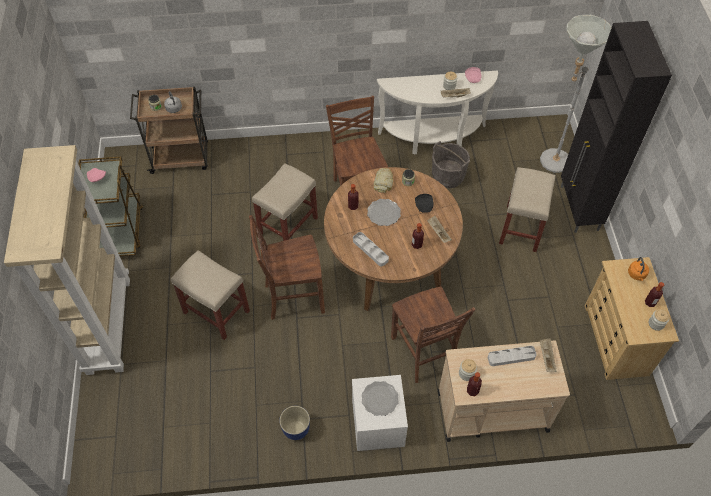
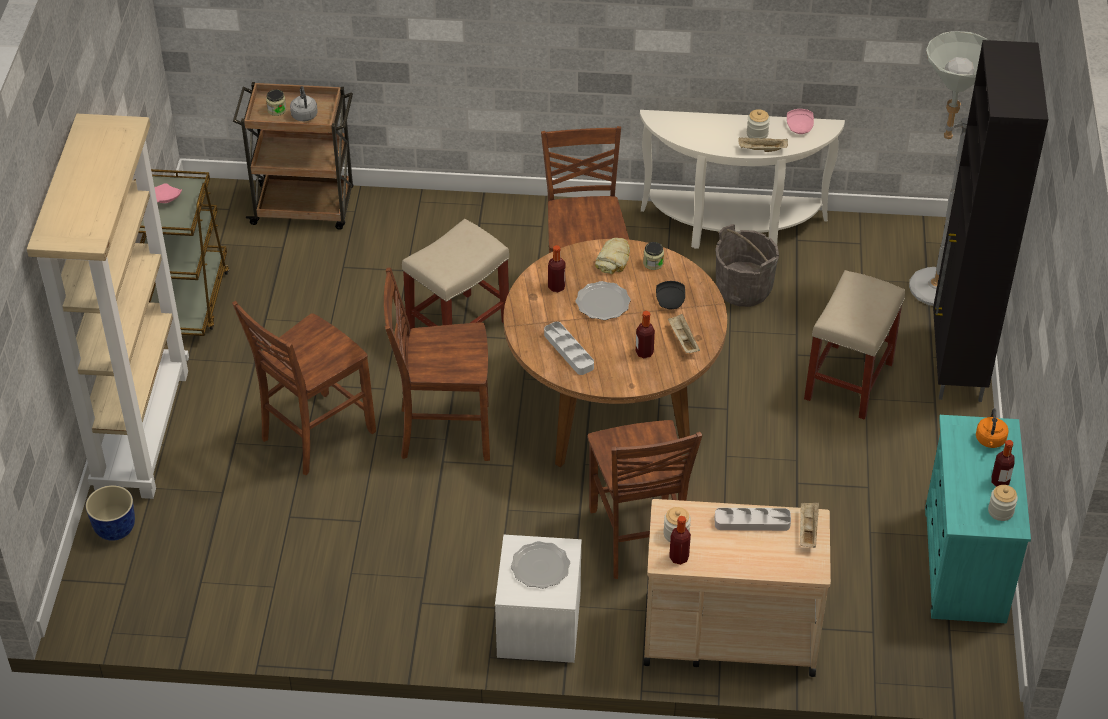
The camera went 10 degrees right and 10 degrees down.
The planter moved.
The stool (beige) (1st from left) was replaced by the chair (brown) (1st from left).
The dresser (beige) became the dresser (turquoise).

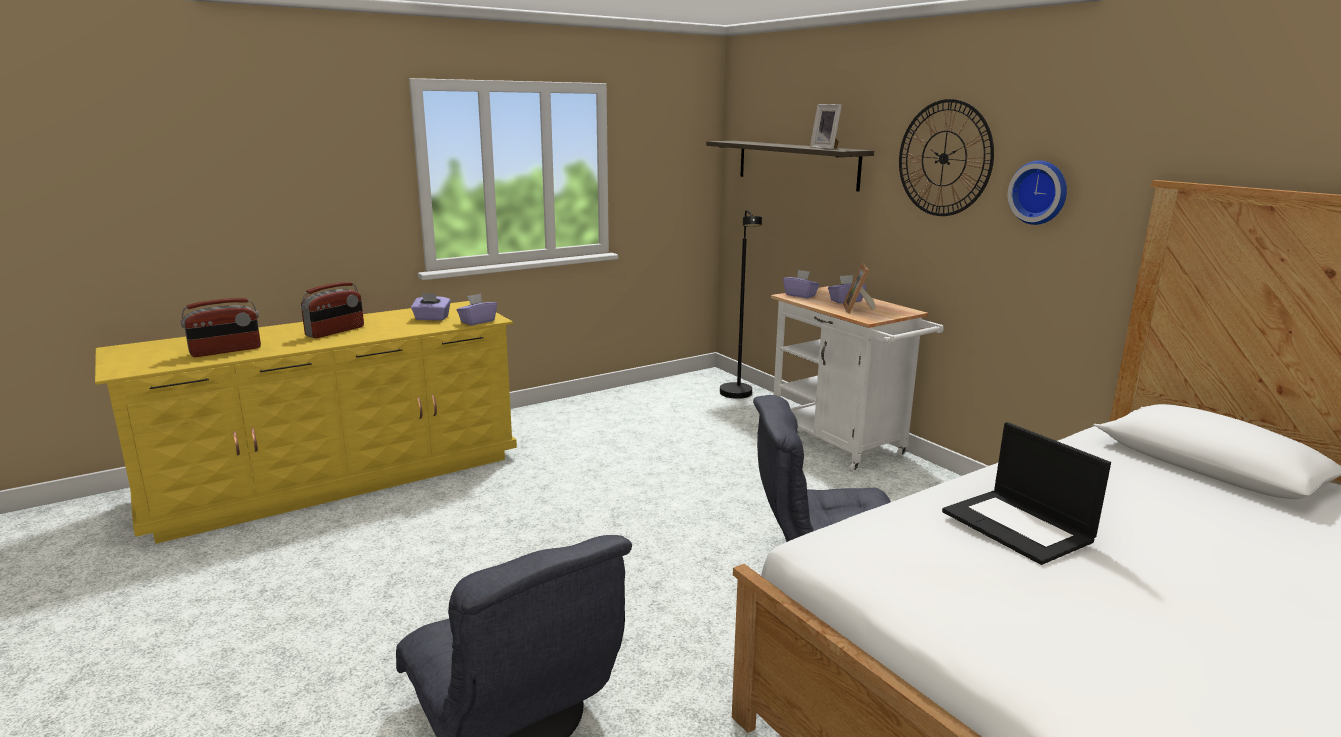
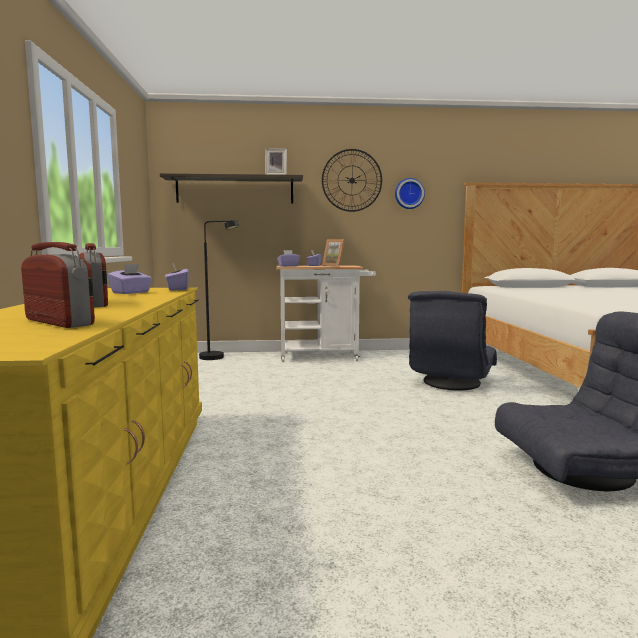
The camera went 60 degrees left and 10 degrees down.
The laptop disappeared.
The radio (1st from left) turned 45 degrees counterclockwise.

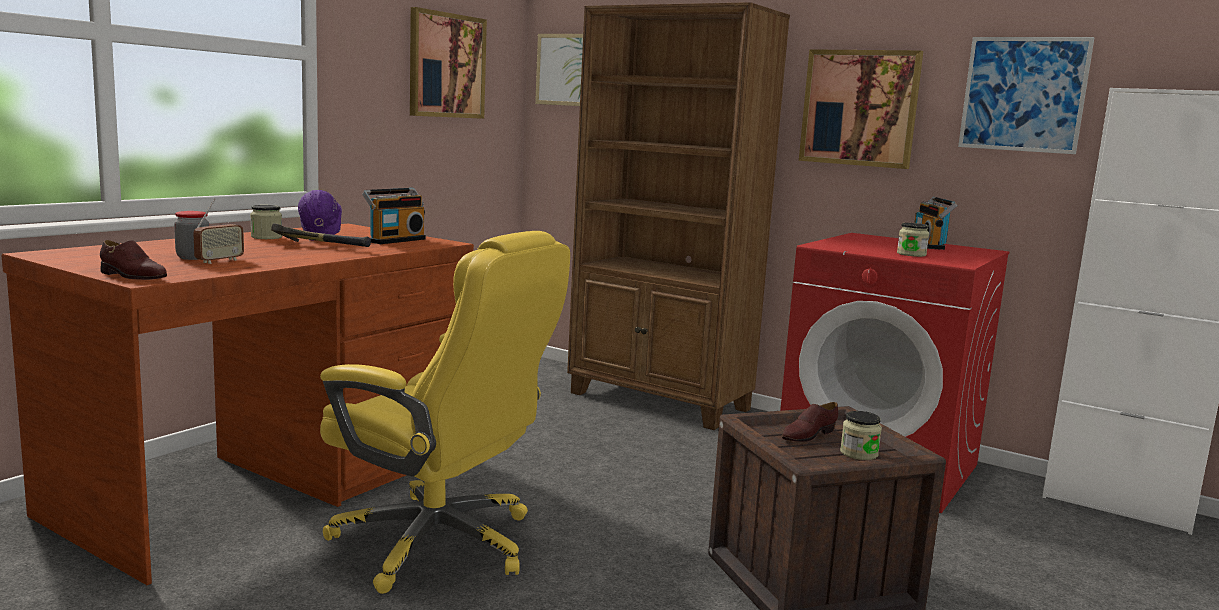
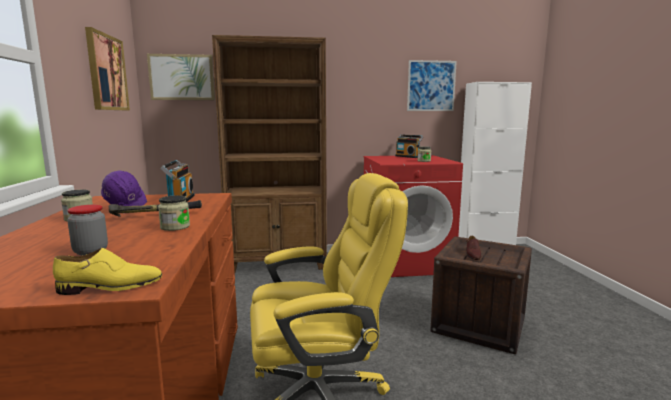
The camera went 40 degrees left and 0 degrees up.
The radio (1st from left) disappeared.
The picture (3rd from left) disappeared.
The jar (3rd from left) moved.
The shoe (brown) (1st from left) became the shoe (yellow).

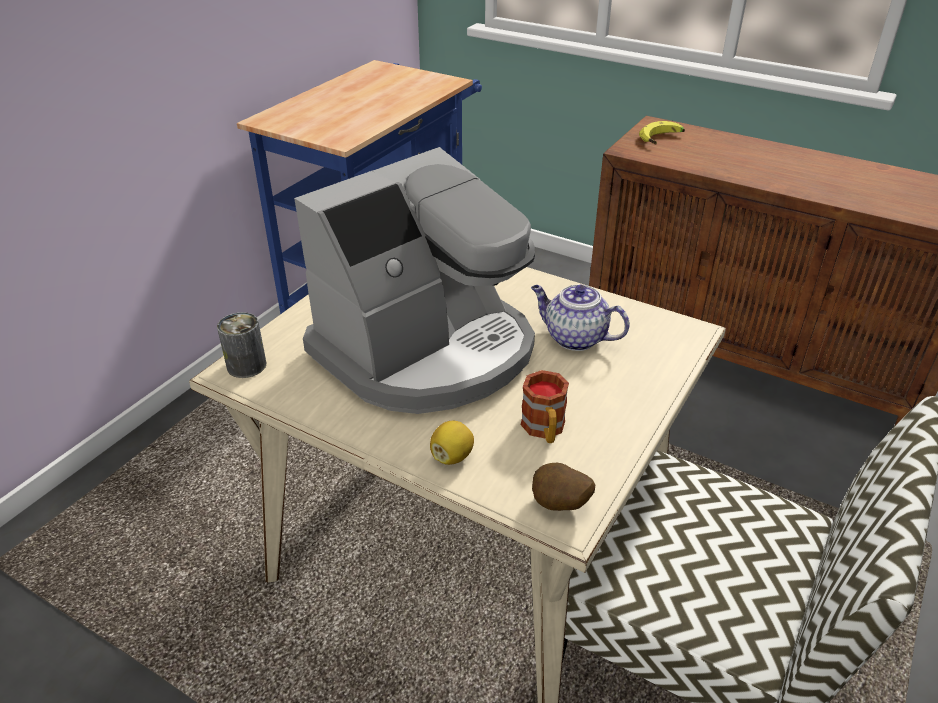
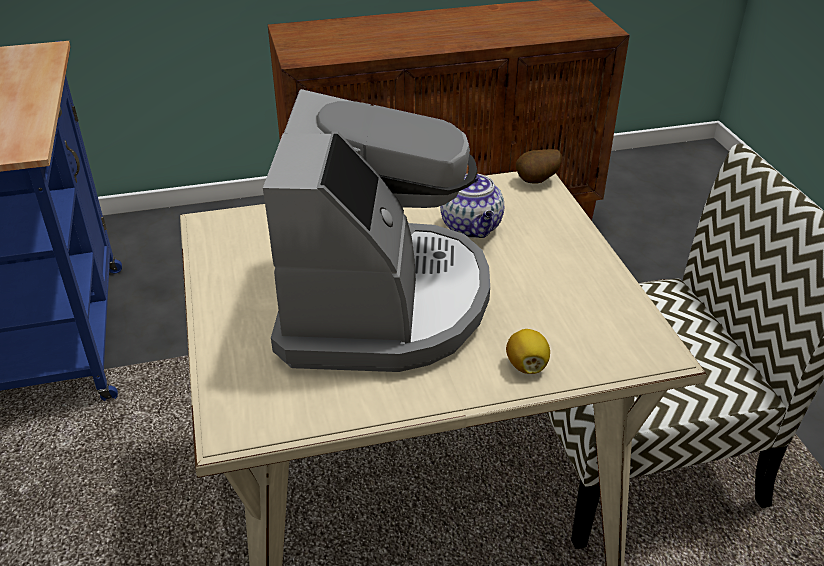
The camera went 45 degrees left and 0 degrees up.
The can disappeared.
The mug disappeared.
The banana disappeared.
The potato moved.
The teapot turned 90 degrees counterclockwise.

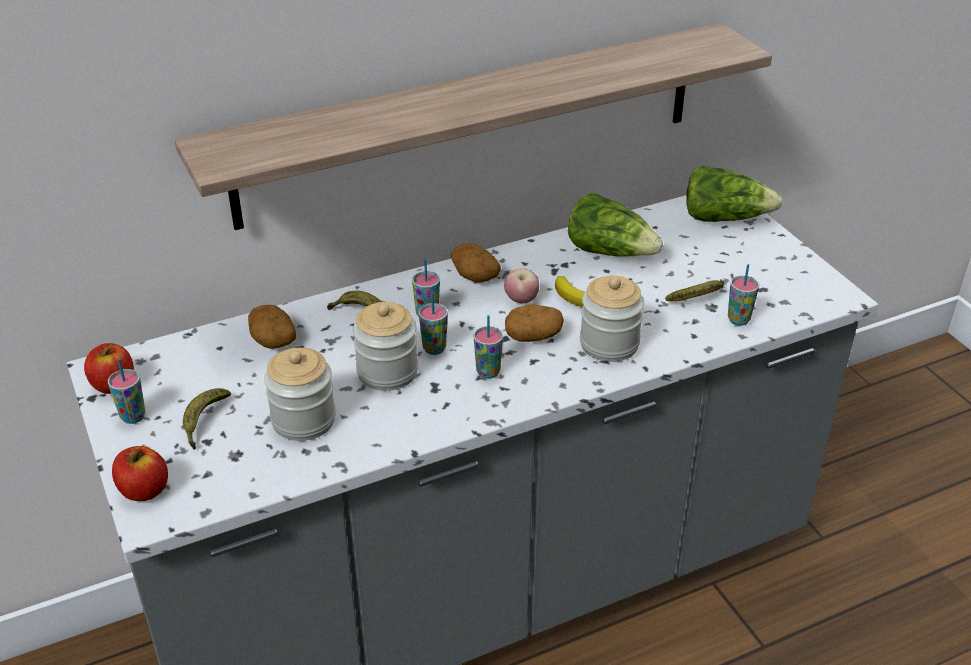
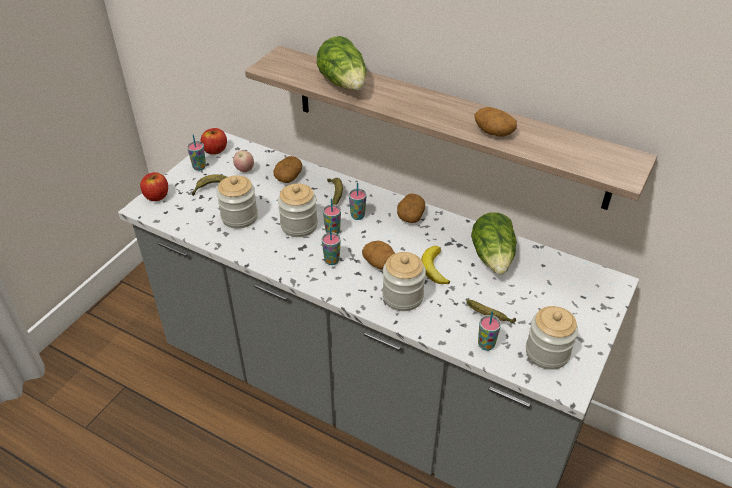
The camera went 55 degrees right and 5 degrees up.
The potato (4th from left) appeared.
The jar (4th from left) appeared.
The apple (3rd from left) moved.
The lettuce (2nd from left in the first image) moved.

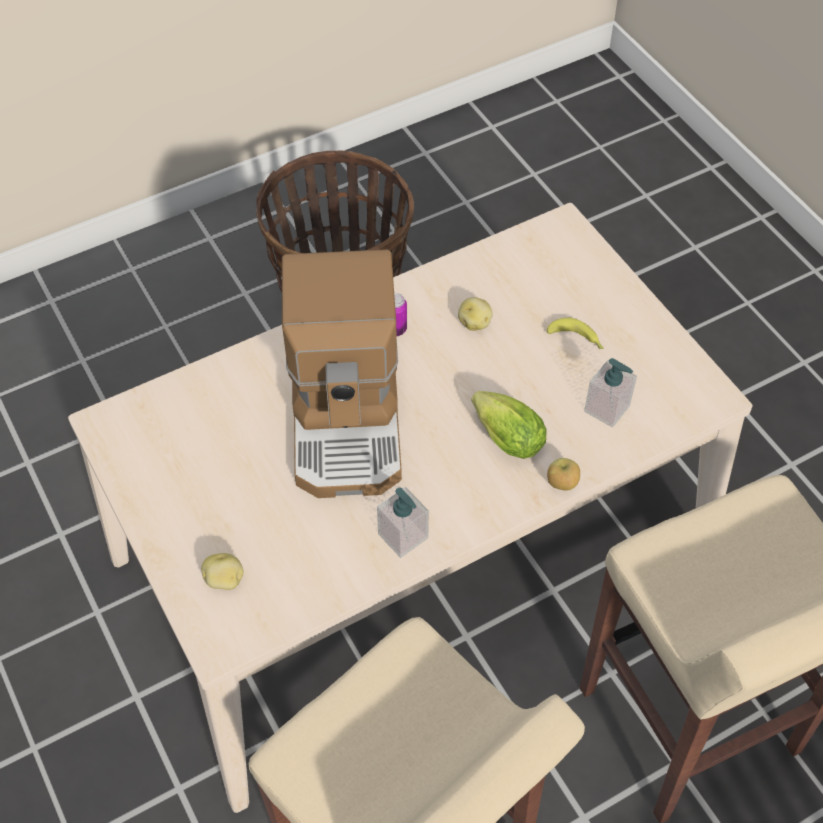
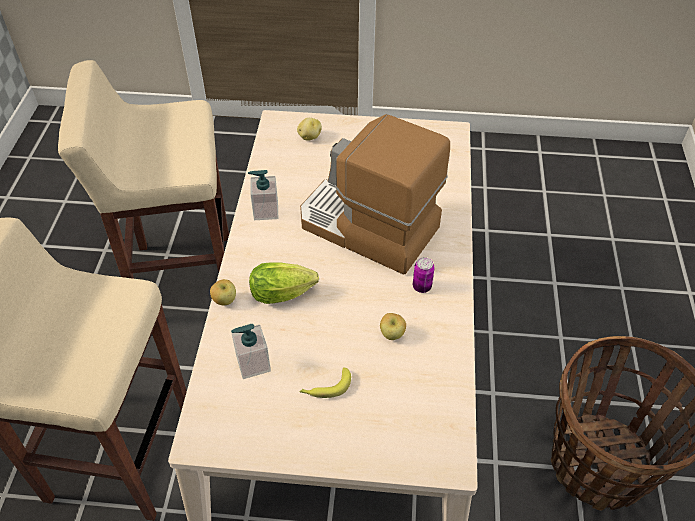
The camera went 125 degrees right and 5 degrees down.
The potato (2nd from left) was replaced by the apple (2nd from left).

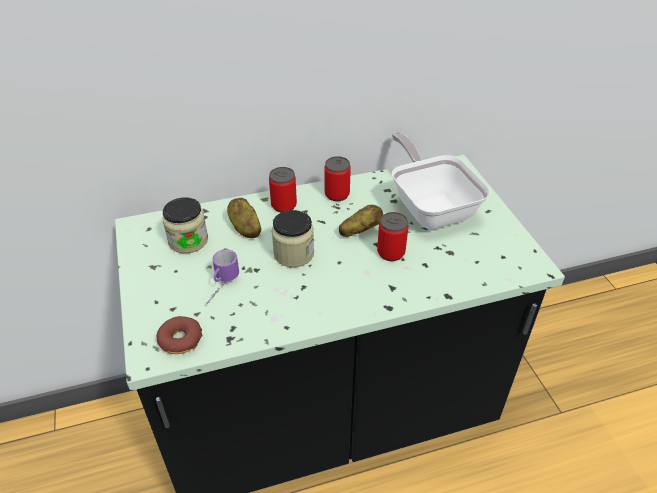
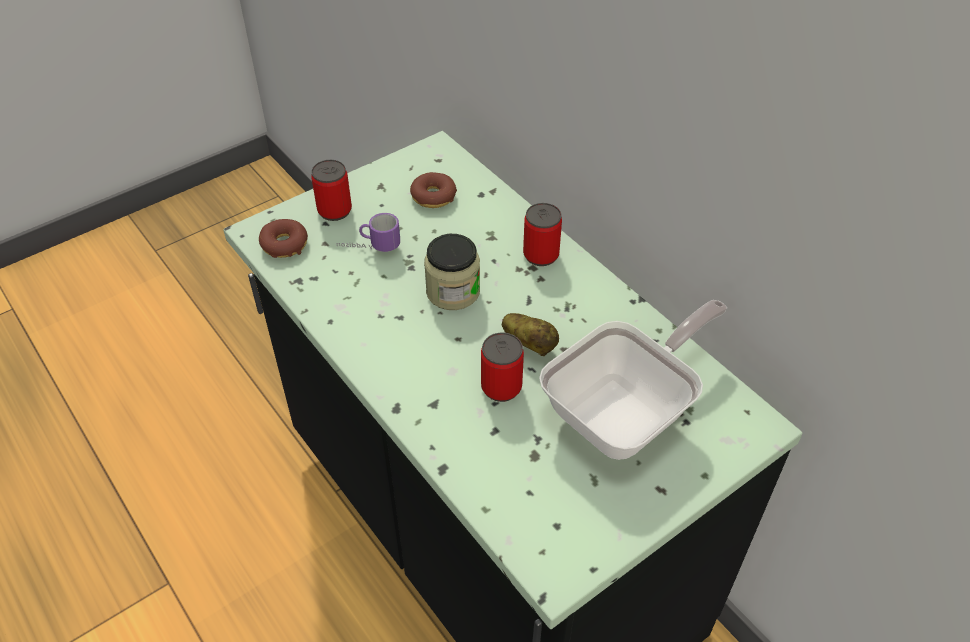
The camera went 70 degrees right and 5 degrees up.
The potato (1st from left) disappeared.
The can (2nd from left in the first image) moved.
The jar (1st from left) was replaced by the donut (2nd from left).

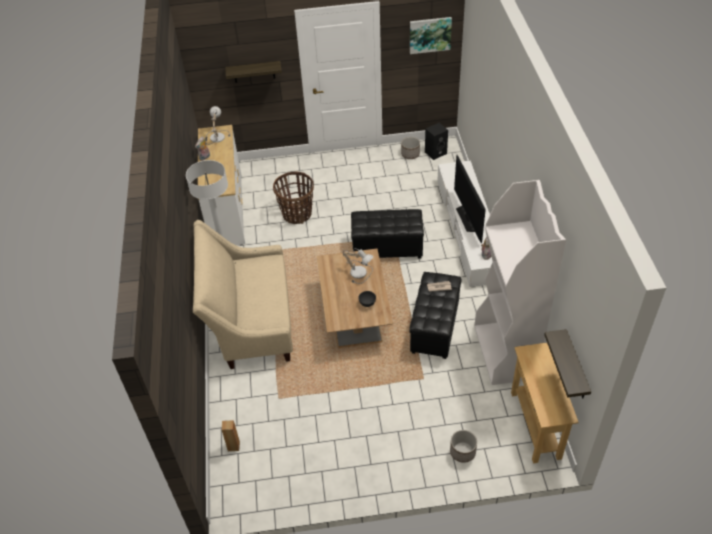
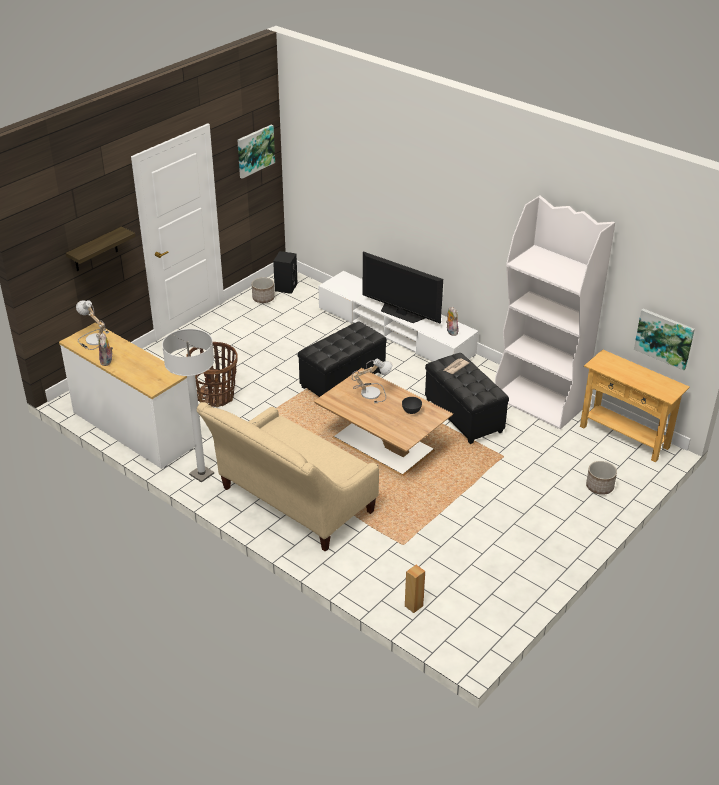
The camera went 45 degrees left and 10 degrees down.
The shelf (2nd from left) was replaced by the picture (2nd from left).

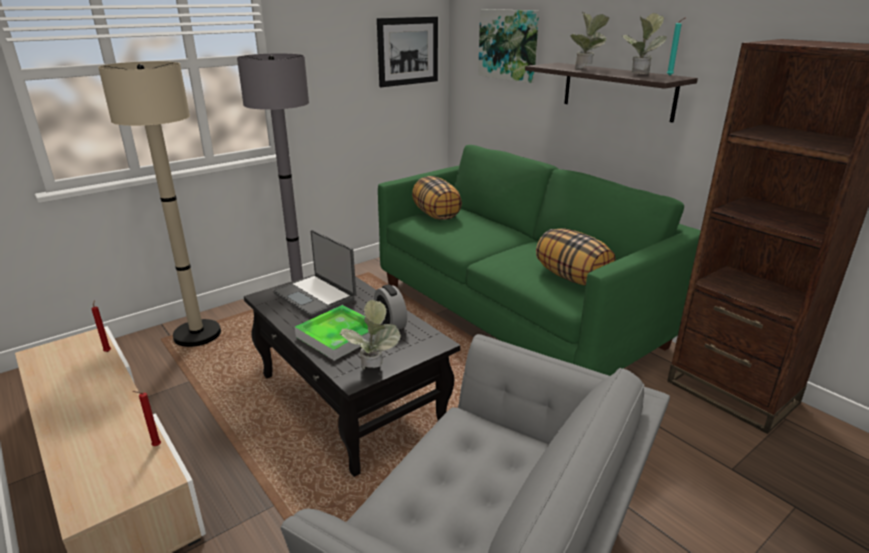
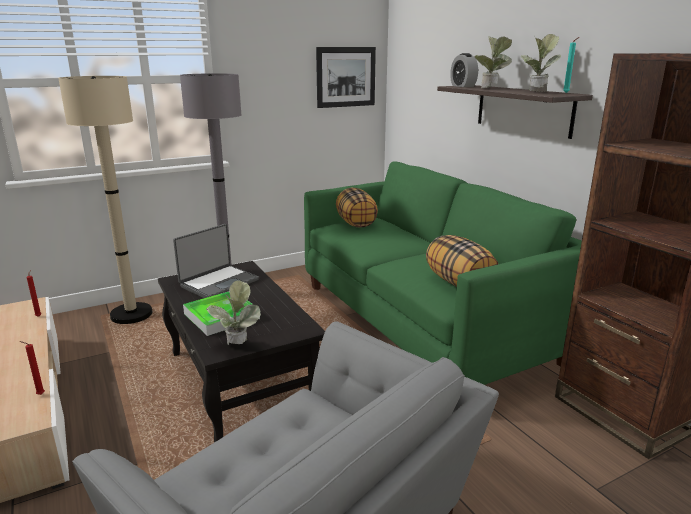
The camera went 10 degrees right and 5 degrees down.
The picture (2nd from left) disappeared.
The alarm clock moved.
The laptop turned 105 degrees counterclockwise.

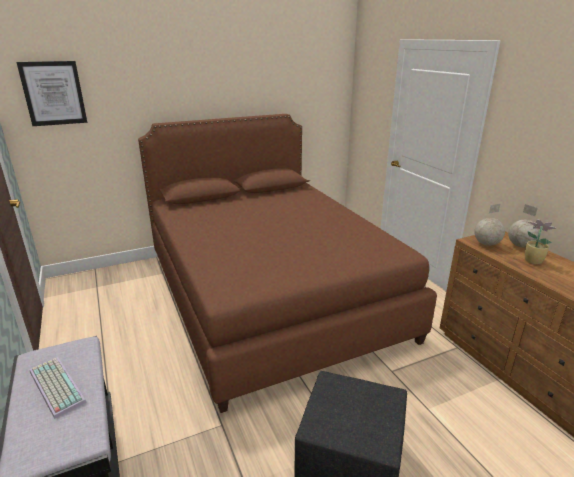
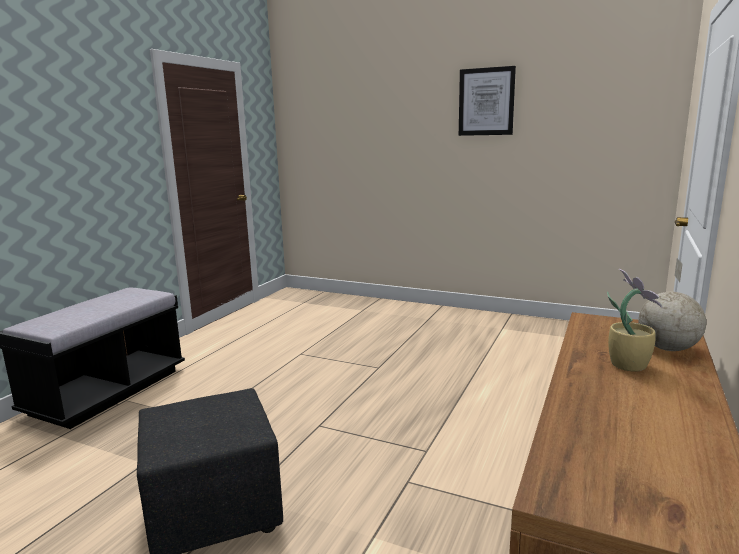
The camera went 50 degrees right and 10 degrees down.
The keyboard disappeared.
The bed (brown) disappeared.
The globe (1st from left) disappeared.
The picture moved.

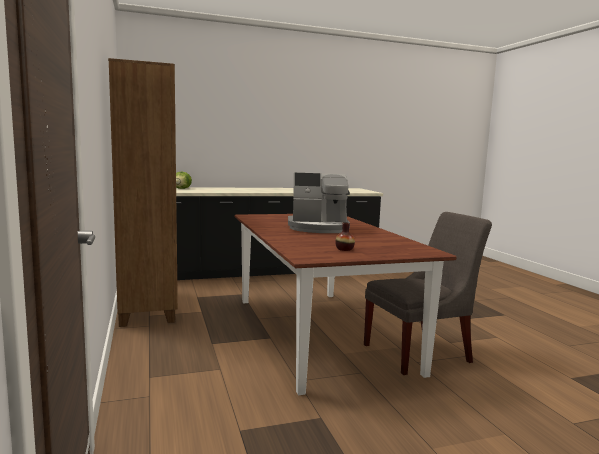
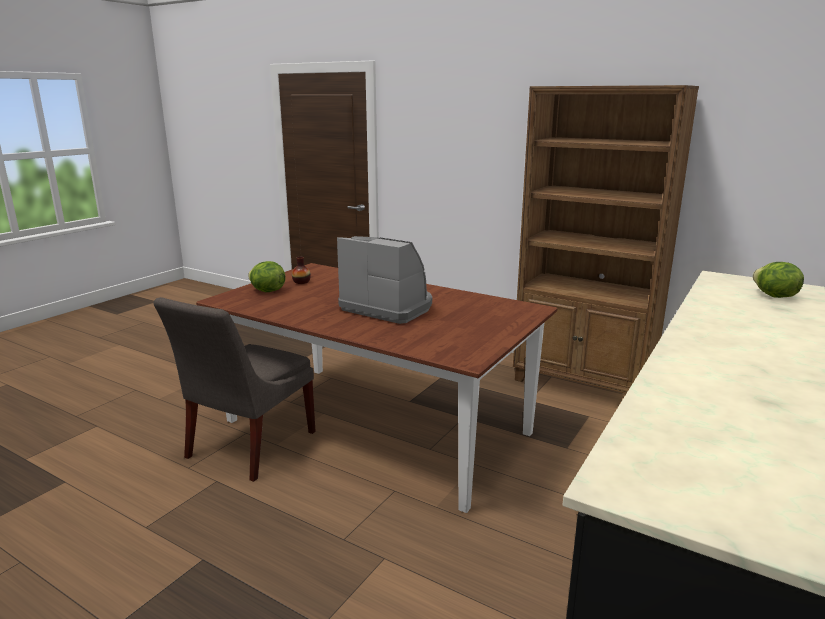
The camera went 140 degrees right and 10 degrees up.
The lettuce (1st from left) appeared.
The coffee machine turned 75 degrees clockwise.

